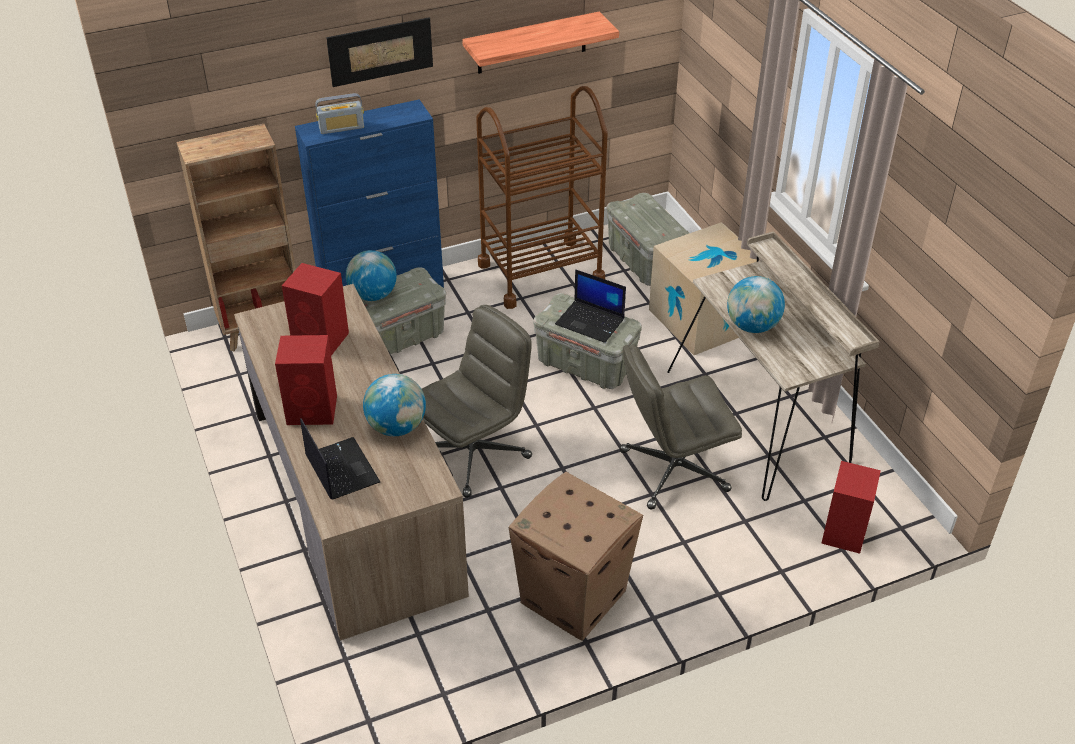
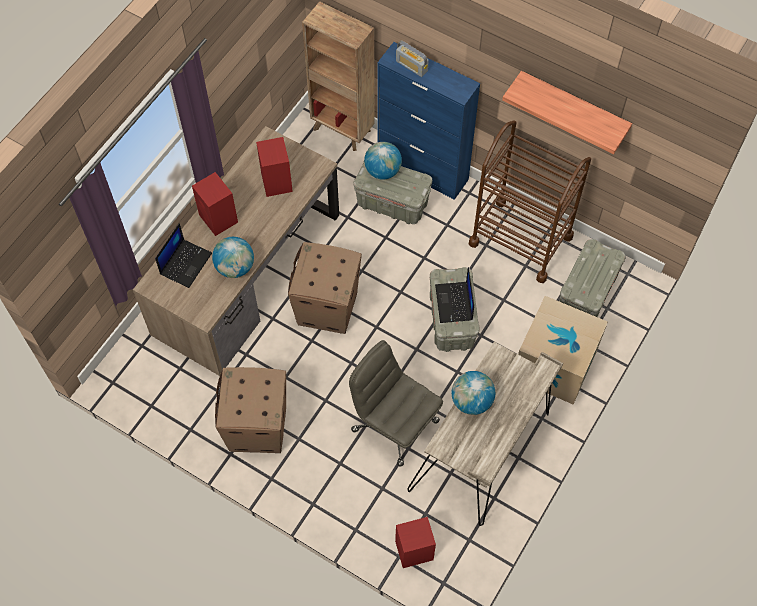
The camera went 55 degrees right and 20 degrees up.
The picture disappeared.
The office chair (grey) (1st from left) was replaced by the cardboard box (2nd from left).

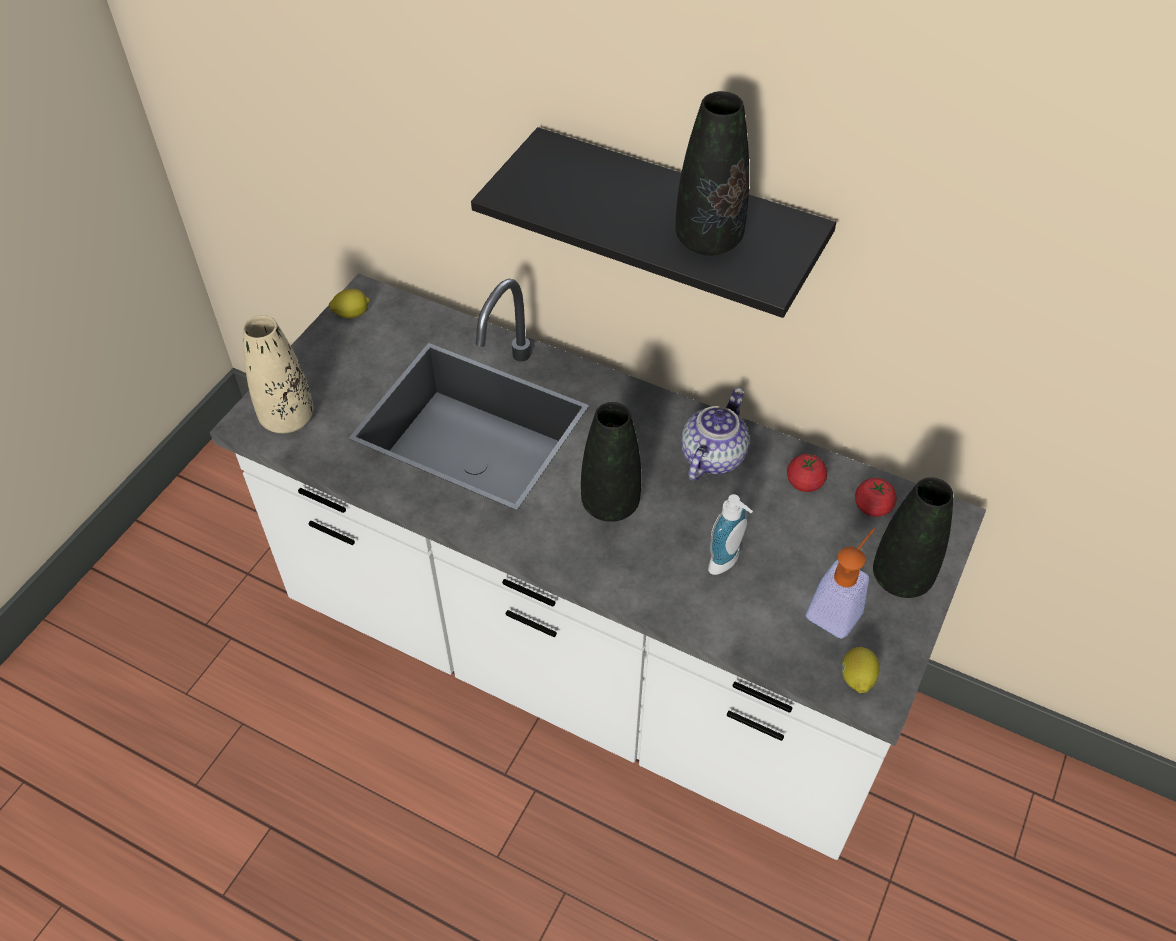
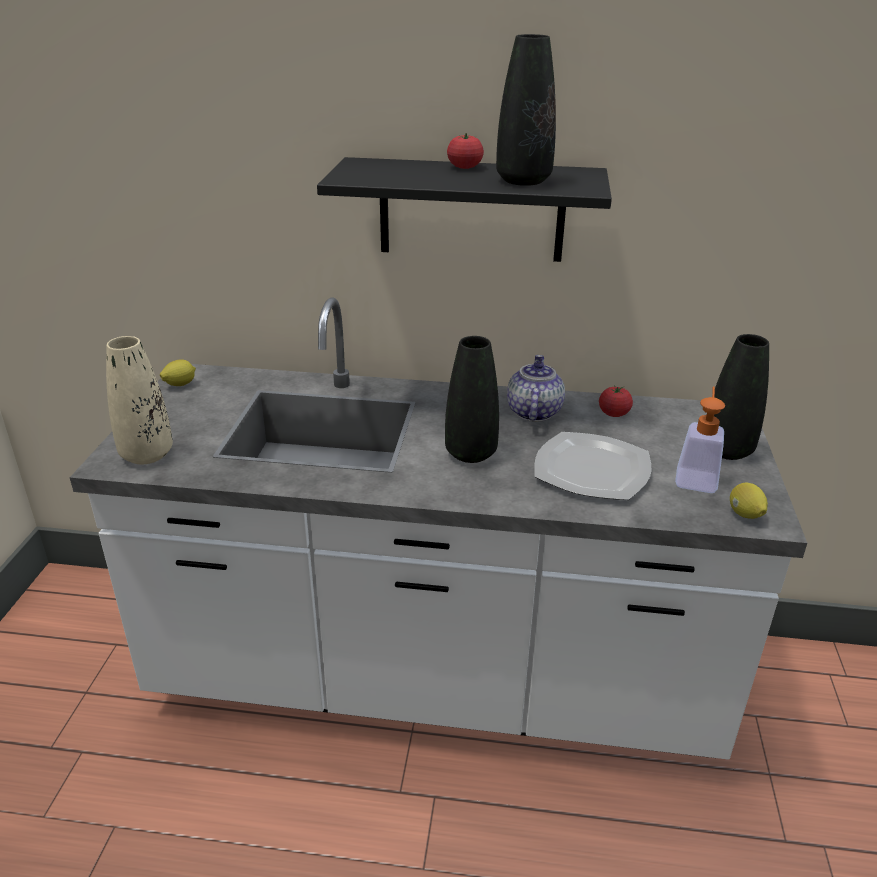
The camera went 20 degrees left and 20 degrees down.
The tomato (2nd from left in the first image) moved.
The soap dispenser (1st from left) was replaced by the plate.

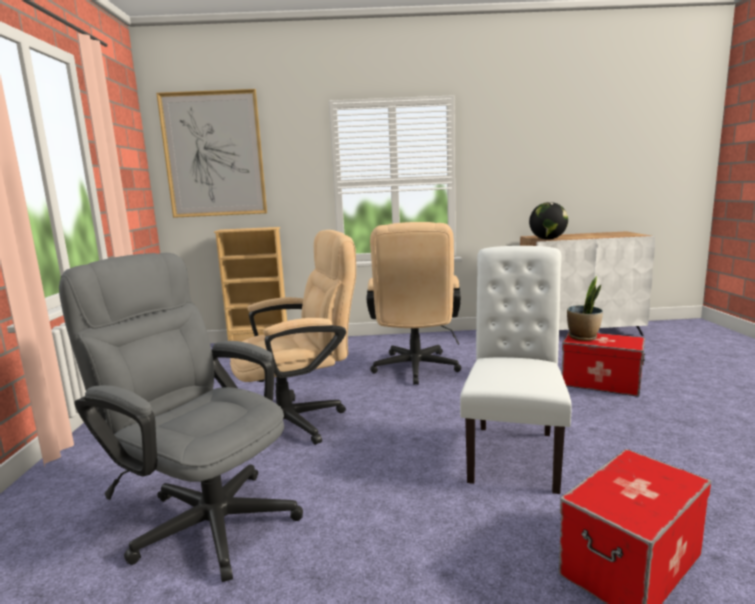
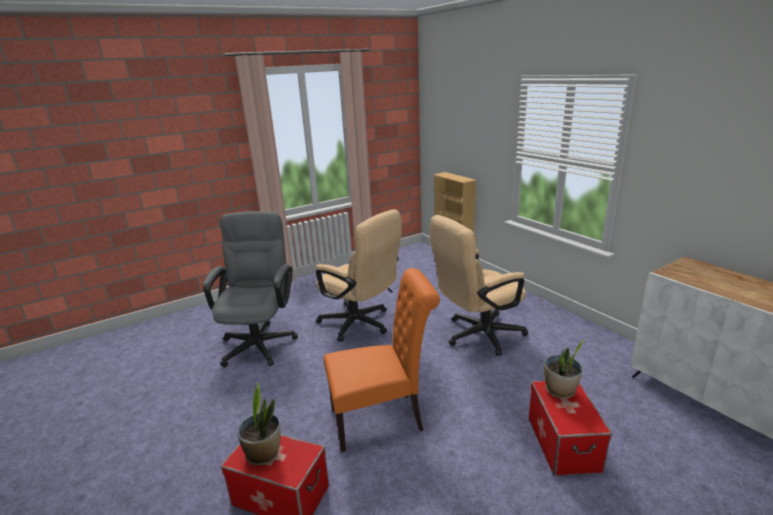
The camera went 60 degrees right and 10 degrees up.
The picture disappeared.
The globe disappeared.
The potted plant (1st from left) appeared.
The chair (white) became the chair (orange).

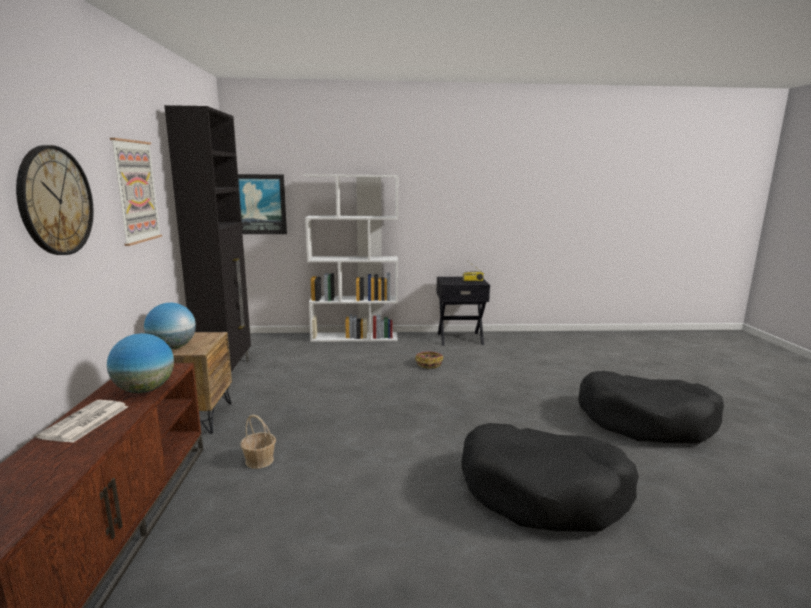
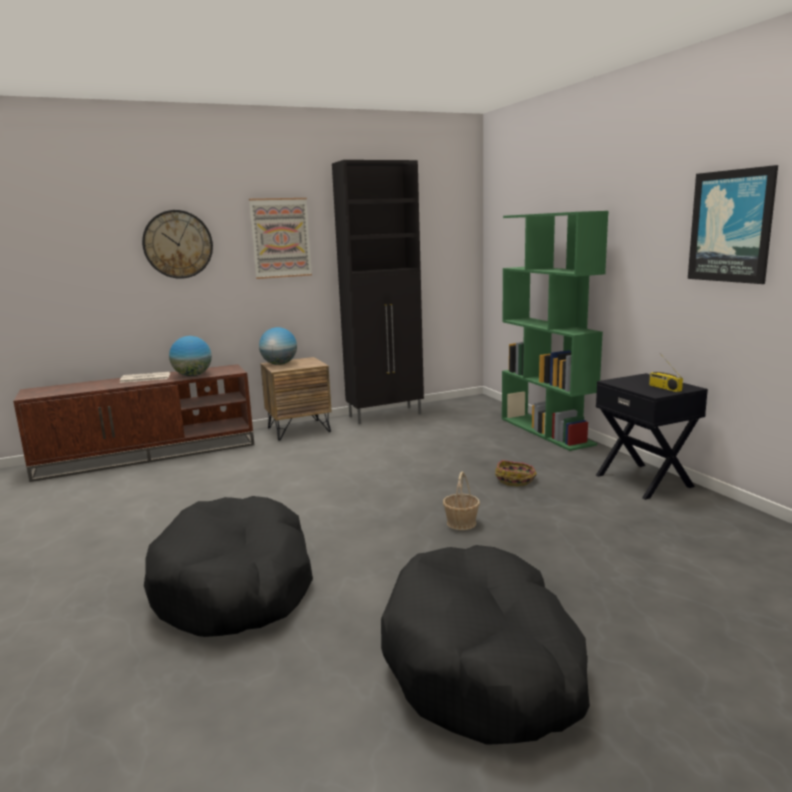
The camera went 70 degrees right and 0 degrees up.
The picture (2nd from left) moved.
The basket (1st from left) moved.
The bookcase (white) became the bookcase (green).

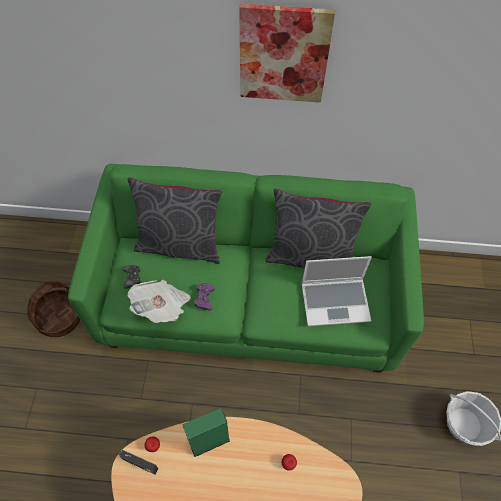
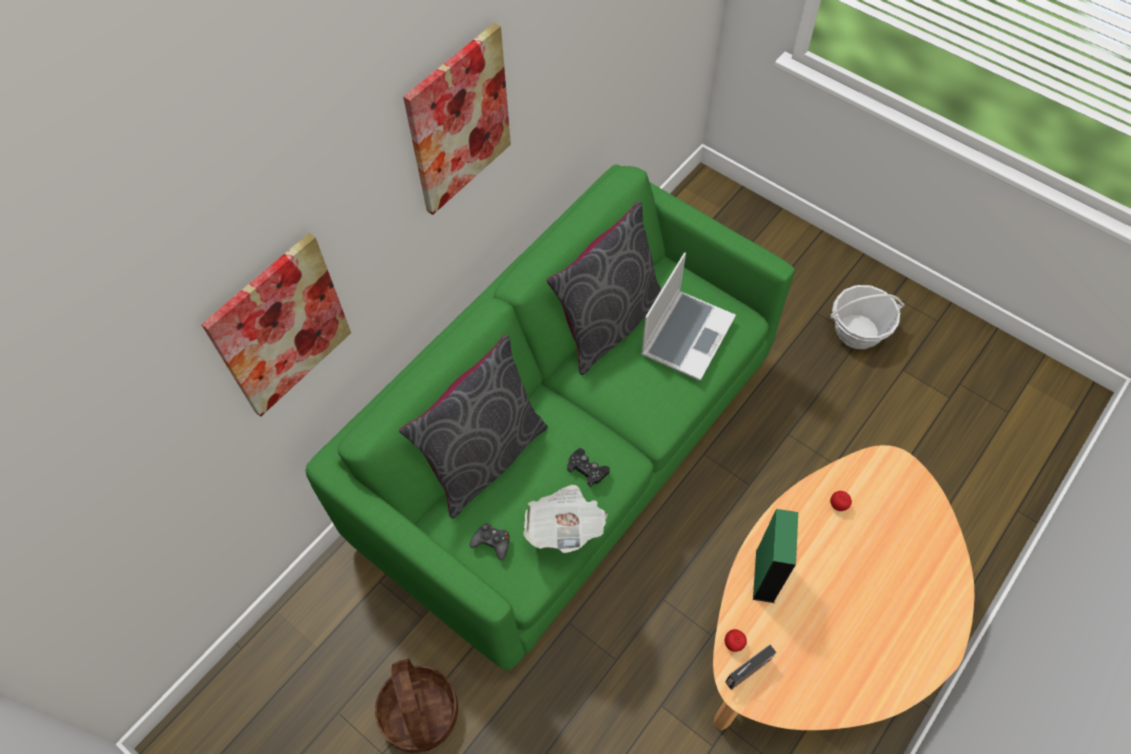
The camera went 55 degrees left and 0 degrees up.
The picture (1st from left) appeared.
The game controller (purple) became the game controller (black) (2nd from left).

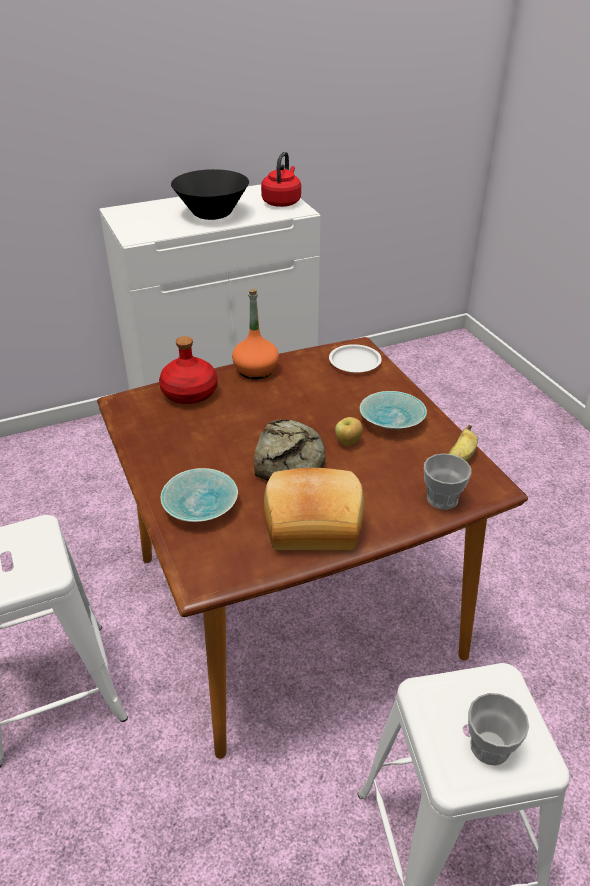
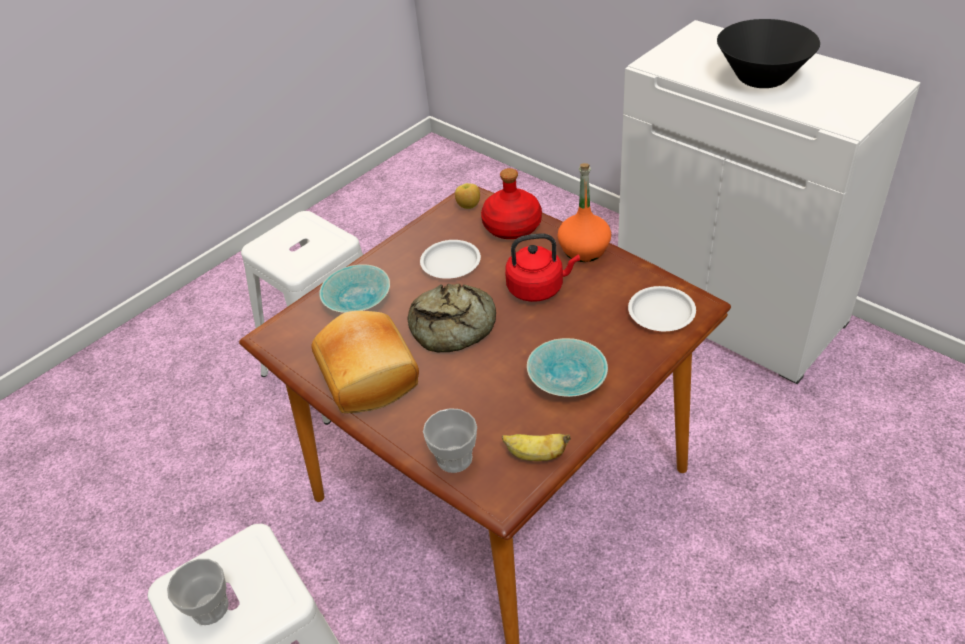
The camera went 70 degrees right and 5 degrees up.
The plate (white) (1st from left) appeared.
The kettle (red) moved.
The apple moved.

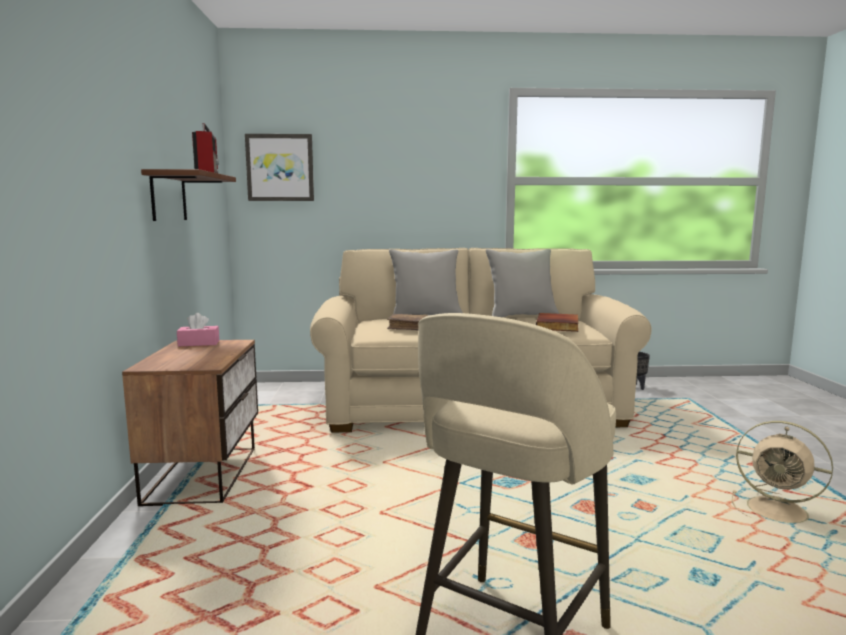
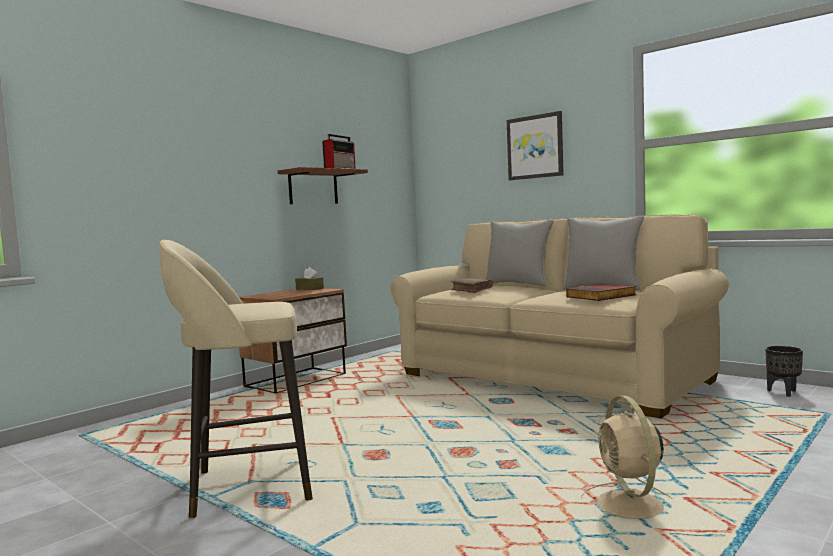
The camera went 45 degrees right and 5 degrees down.
The picture moved.
The tissue box (pink) became the tissue box (brown).

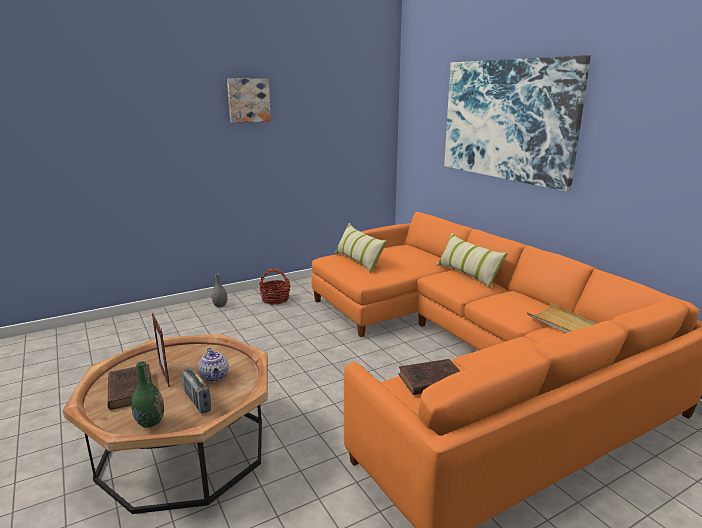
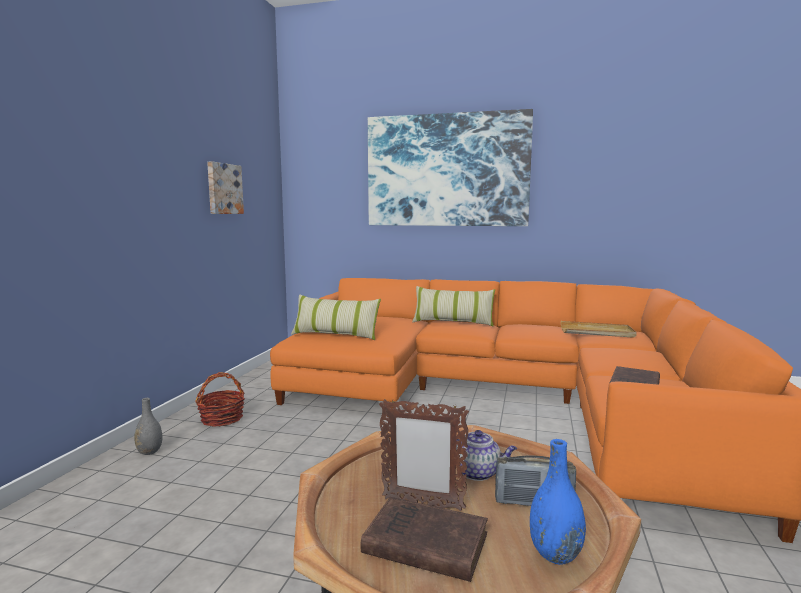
The camera went 45 degrees left and 10 degrees down.
The picture (1st from left) moved.
The vase (green) became the vase (blue).

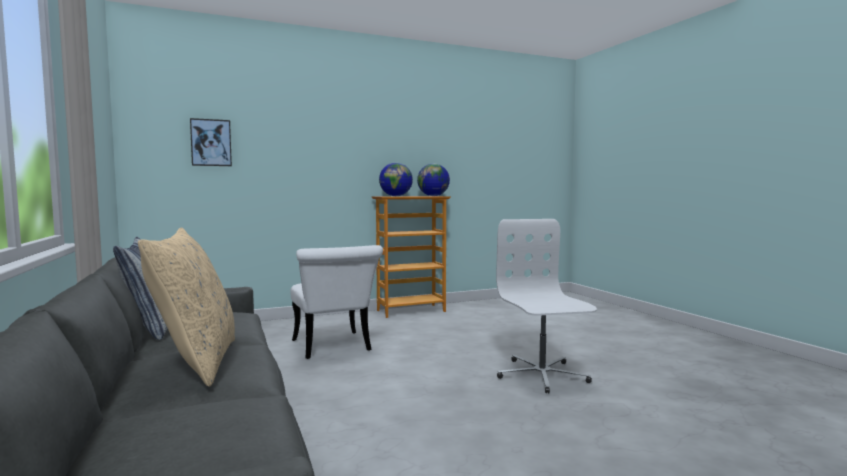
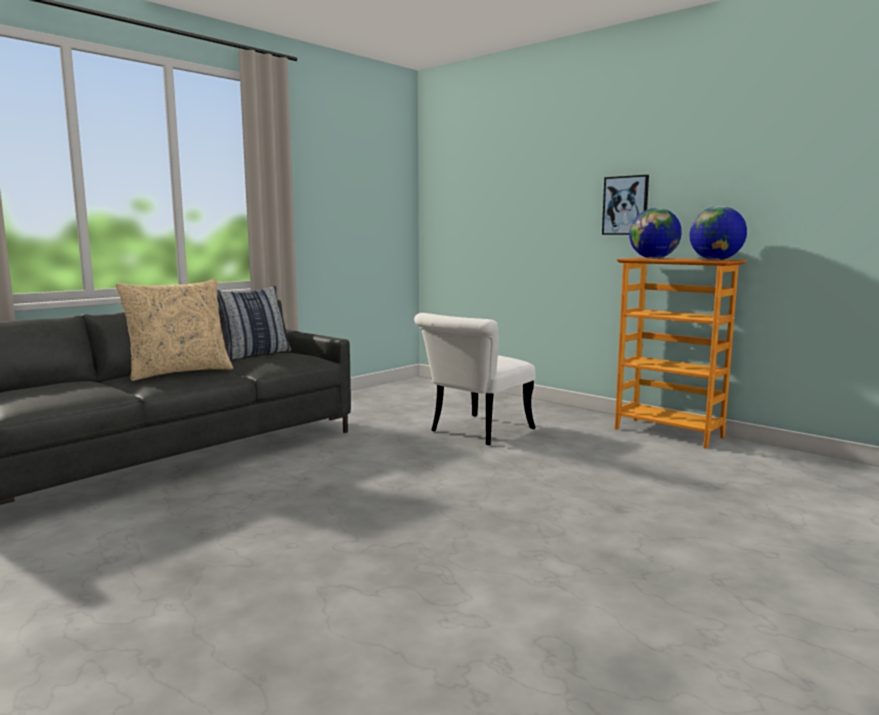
The camera went 65 degrees right and 5 degrees up.
The office chair (white) disappeared.
The picture moved.

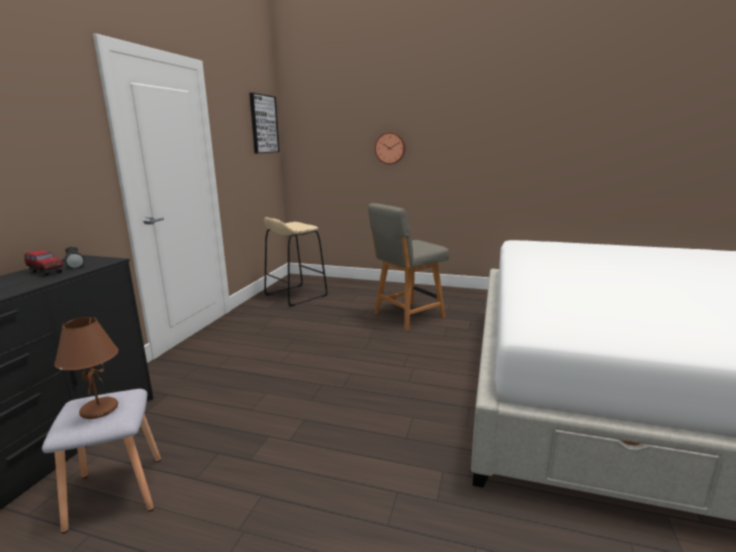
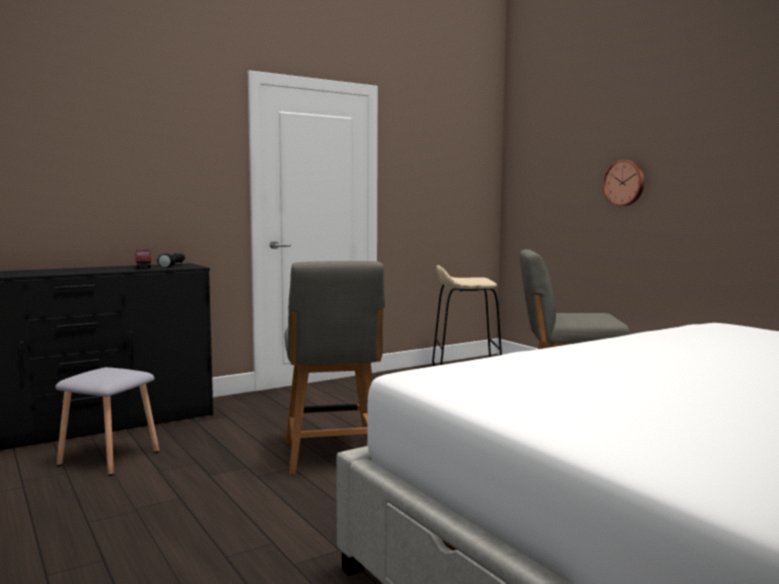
The camera went 40 degrees right and 10 degrees down.
The table lamp (brown) disappeared.
The picture disappeared.
The chair (grey) (1st from left) appeared.

